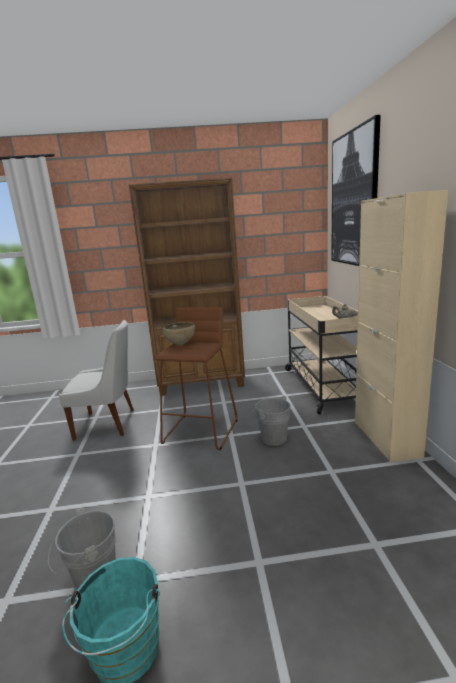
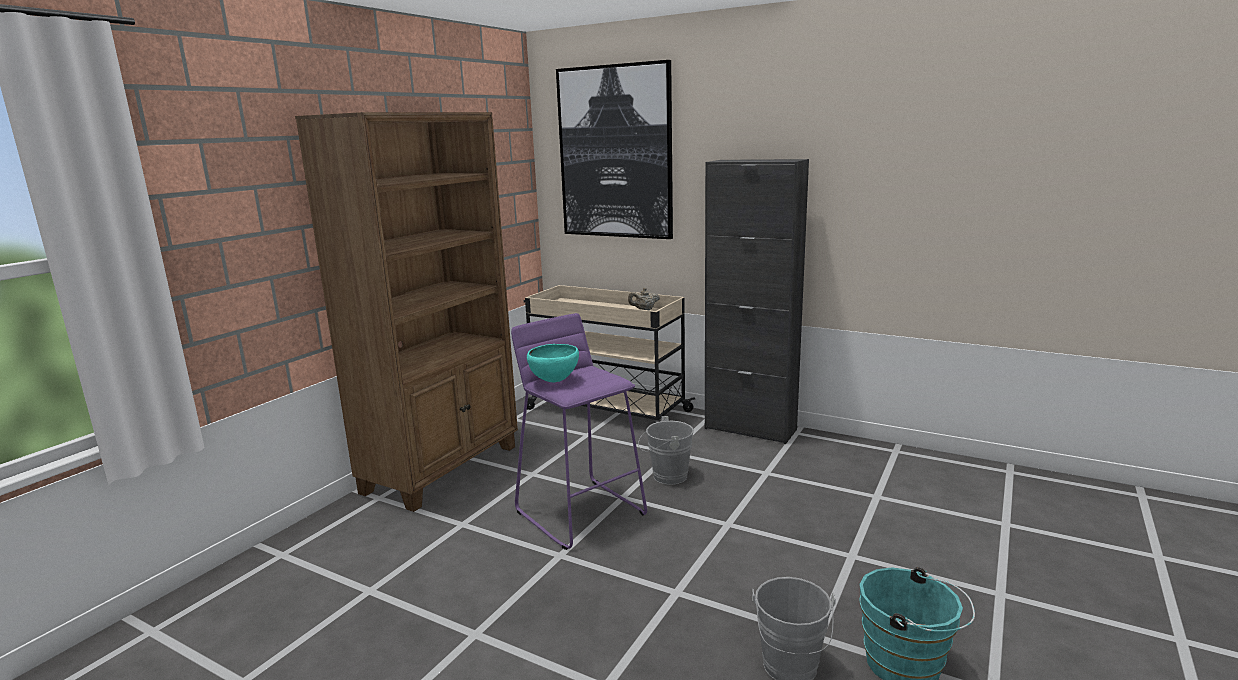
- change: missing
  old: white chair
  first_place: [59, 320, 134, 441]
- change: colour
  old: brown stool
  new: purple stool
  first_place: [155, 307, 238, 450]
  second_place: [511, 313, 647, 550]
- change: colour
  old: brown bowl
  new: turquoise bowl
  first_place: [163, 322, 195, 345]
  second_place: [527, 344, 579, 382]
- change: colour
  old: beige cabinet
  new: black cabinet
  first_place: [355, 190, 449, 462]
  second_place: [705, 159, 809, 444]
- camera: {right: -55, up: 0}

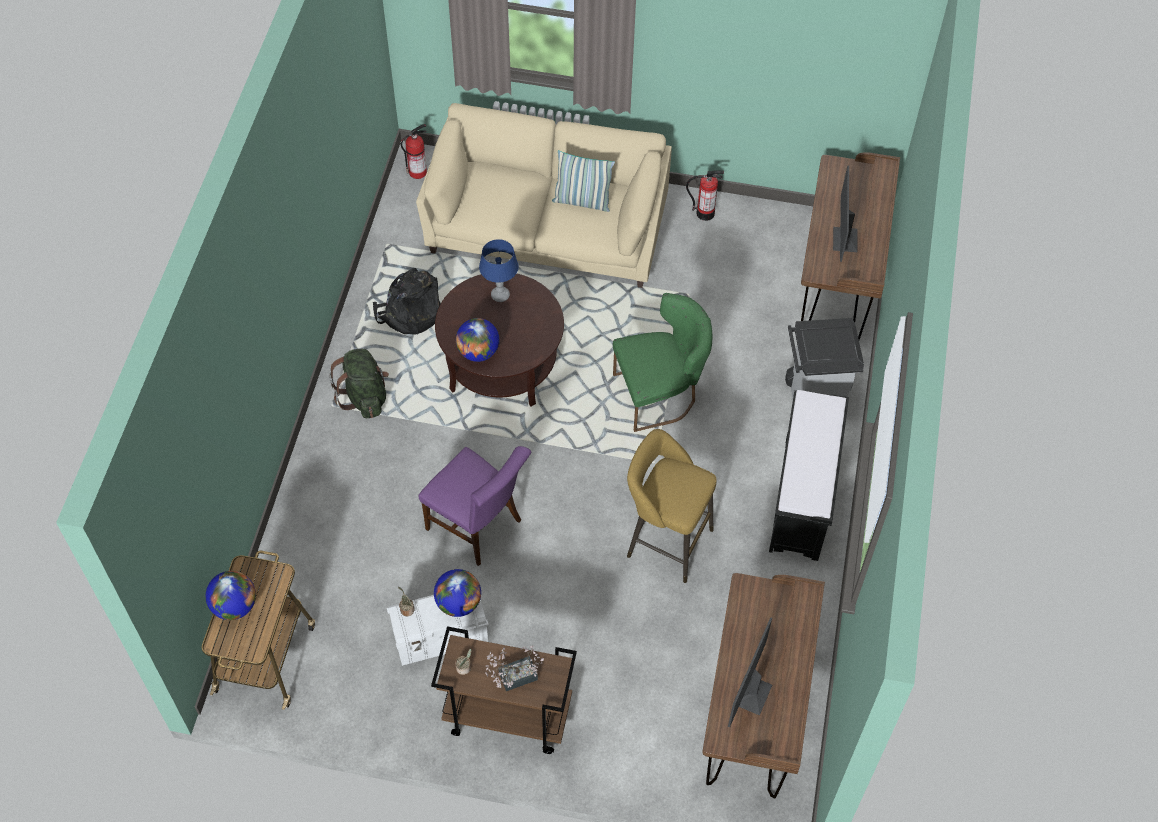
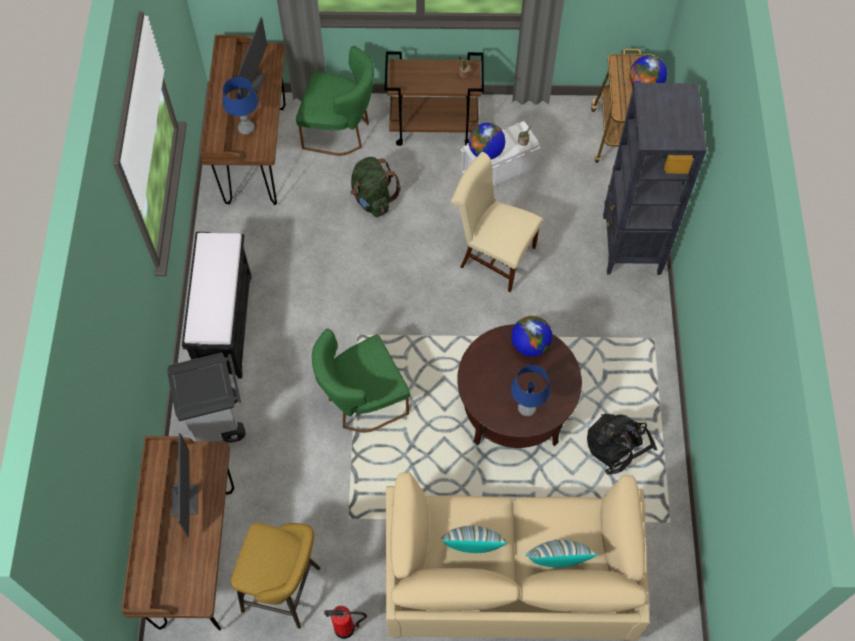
- change: relocated
  old: green backpack
  first_place: [329, 349, 389, 418]
  second_place: [351, 157, 401, 217]
- change: missing
  old: fire extinguisher
  first_place: [401, 124, 427, 179]
- change: colour
  old: purple chair
  new: beige chair
  first_place: [418, 446, 531, 566]
  second_place: [451, 152, 543, 292]
- change: missing
  old: potted plant
  first_place: [485, 646, 544, 691]
- change: relocated
  old: yellow stool
  first_place: [627, 429, 717, 583]
  second_place: [231, 523, 320, 629]
- change: appeared
  new: blue table lamp
  second_place: [223, 77, 258, 135]
- change: appeared
  new: green chair
  second_place: [296, 46, 374, 156]
- change: appeared
  new: pillow
  second_place: [525, 540, 598, 568]
- change: appeared
  new: black bookcase
  second_place: [603, 83, 707, 275]
- camera: {right: 170, up: 5}

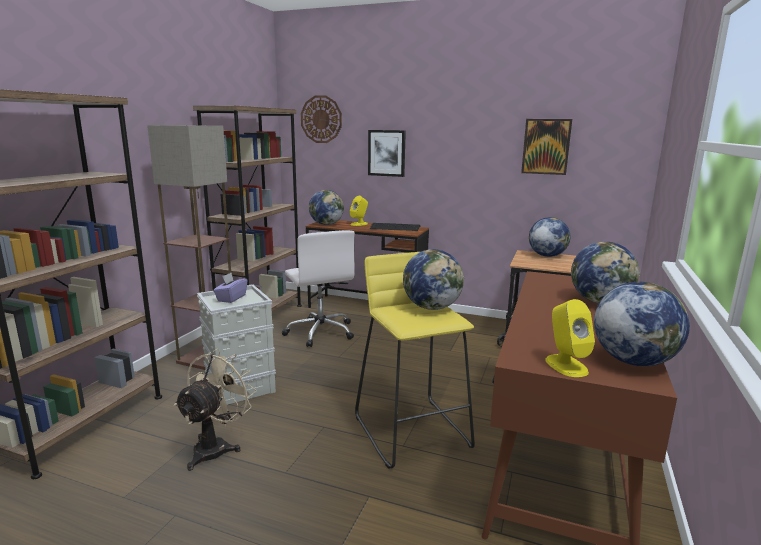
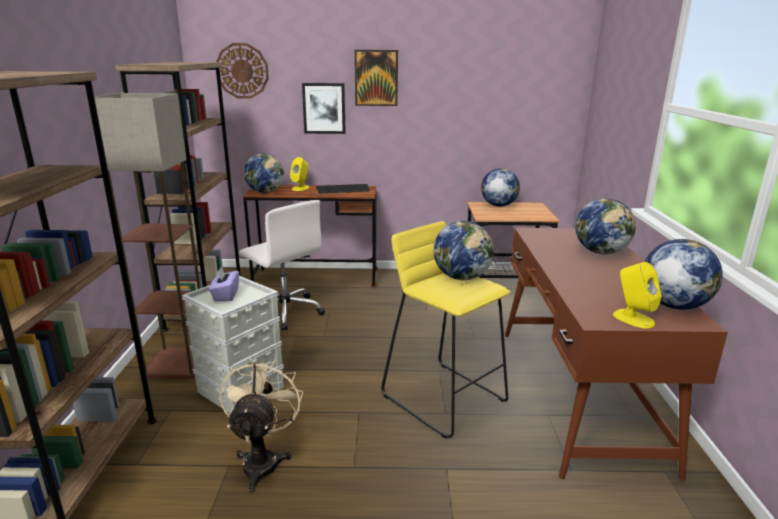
- change: relocated
  old: picture
  first_place: [521, 119, 572, 175]
  second_place: [354, 50, 398, 106]
- camera: {right: -20, up: 5}

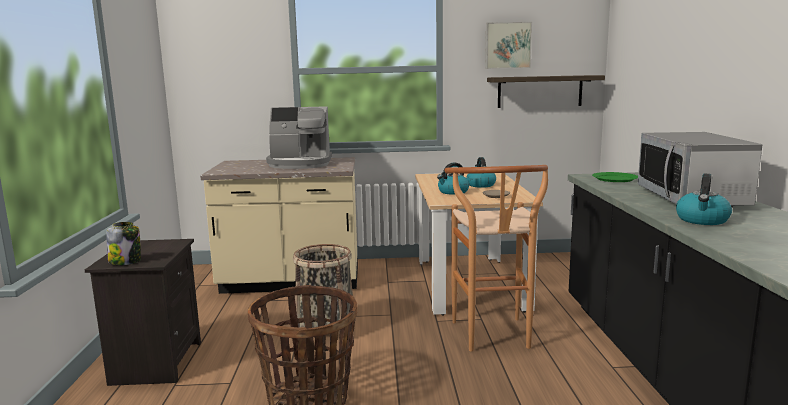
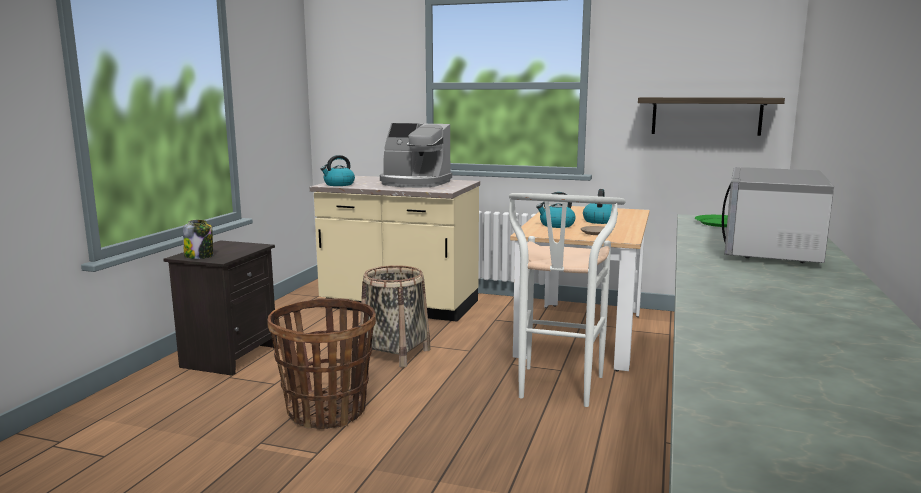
- change: colour
  old: brown stool
  new: white stool
  first_place: [444, 165, 548, 352]
  second_place: [509, 193, 626, 407]
- change: missing
  old: picture
  first_place: [485, 22, 532, 69]
- change: relocated
  old: kettle
  first_place: [676, 174, 732, 225]
  second_place: [320, 155, 355, 186]
- camera: {right: 20, up: 0}

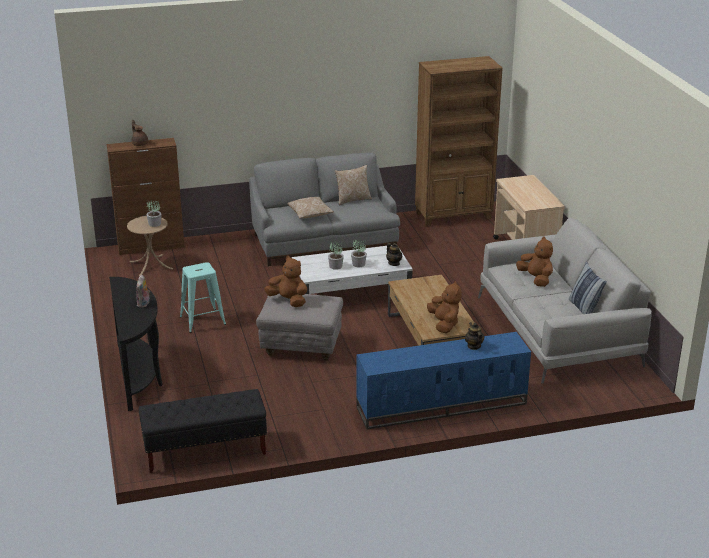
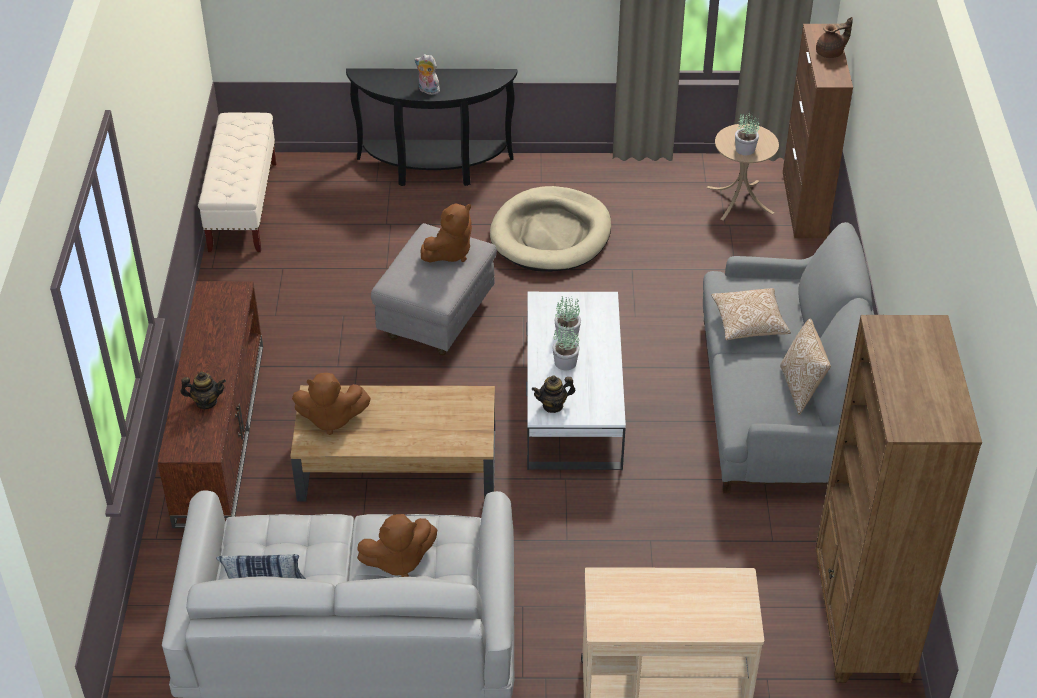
- change: colour
  old: black bench
  new: beige bench
  first_place: [139, 389, 267, 473]
  second_place: [198, 113, 277, 252]
- change: exchanged
  old: turquoise stool
  new: beige dog bed
  first_place: [180, 262, 226, 333]
  second_place: [490, 186, 611, 272]
- change: colour
  old: blue tv stand
  new: brown tv stand
  first_place: [356, 332, 531, 429]
  second_place: [158, 281, 263, 528]
- camera: {right: 105, up: 15}

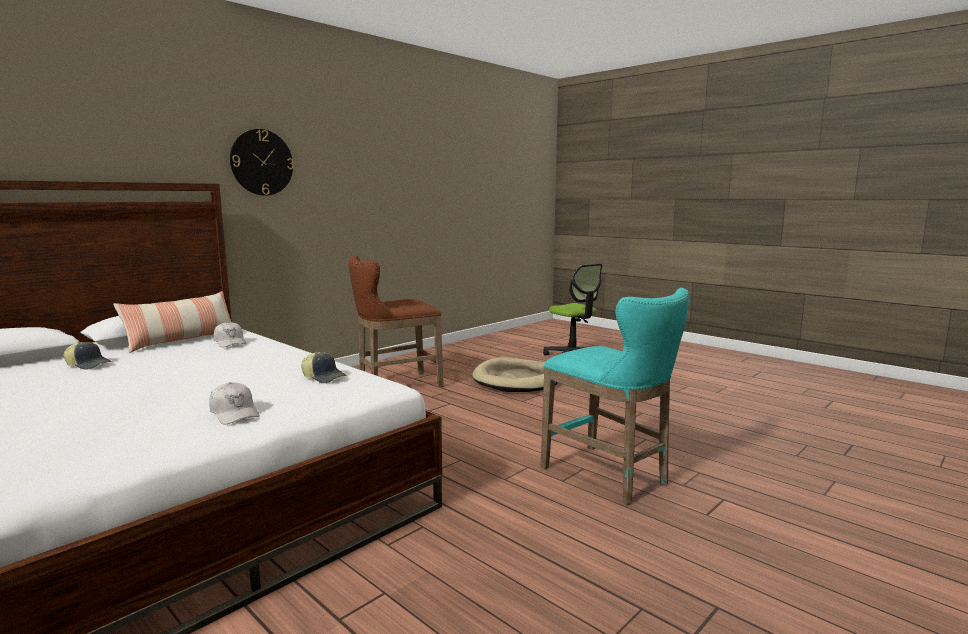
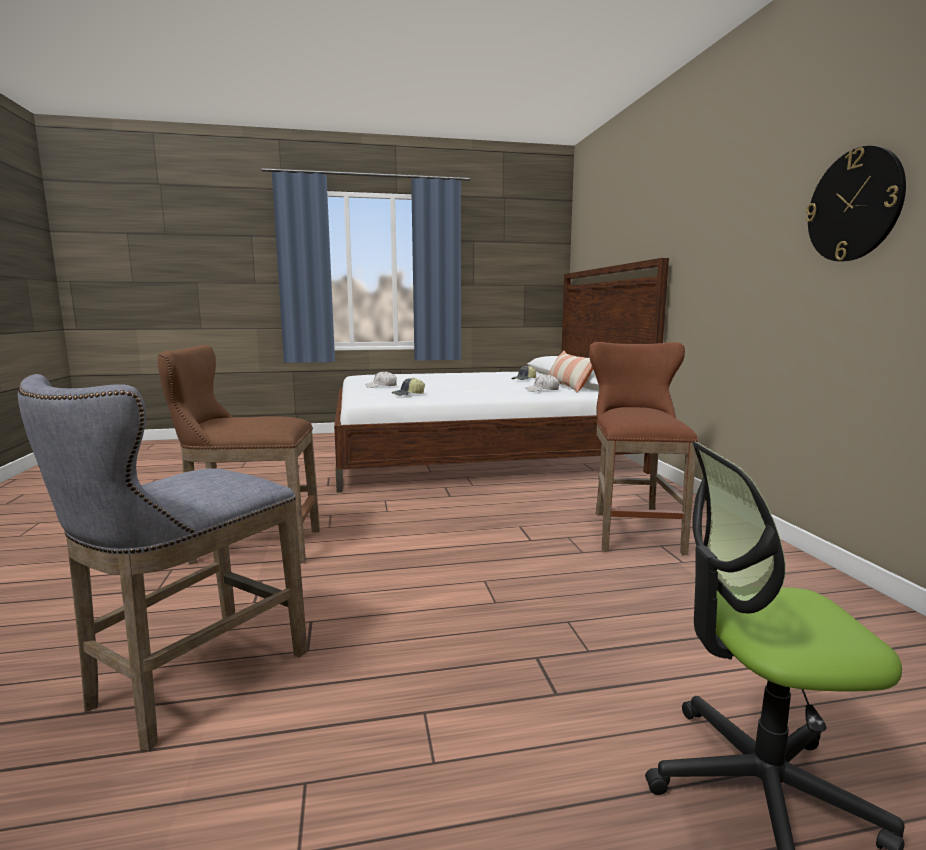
- change: relocated
  old: wall clock
  first_place: [230, 129, 294, 196]
  second_place: [806, 146, 906, 261]
- change: missing
  old: beige dog bed
  first_place: [472, 357, 558, 392]
- change: colour
  old: turquoise stool
  new: brown stool
  first_place: [541, 288, 689, 505]
  second_place: [158, 345, 320, 564]
- change: appeared
  new: grey stool
  second_place: [18, 374, 308, 751]
- camera: {right: 125, up: 0}

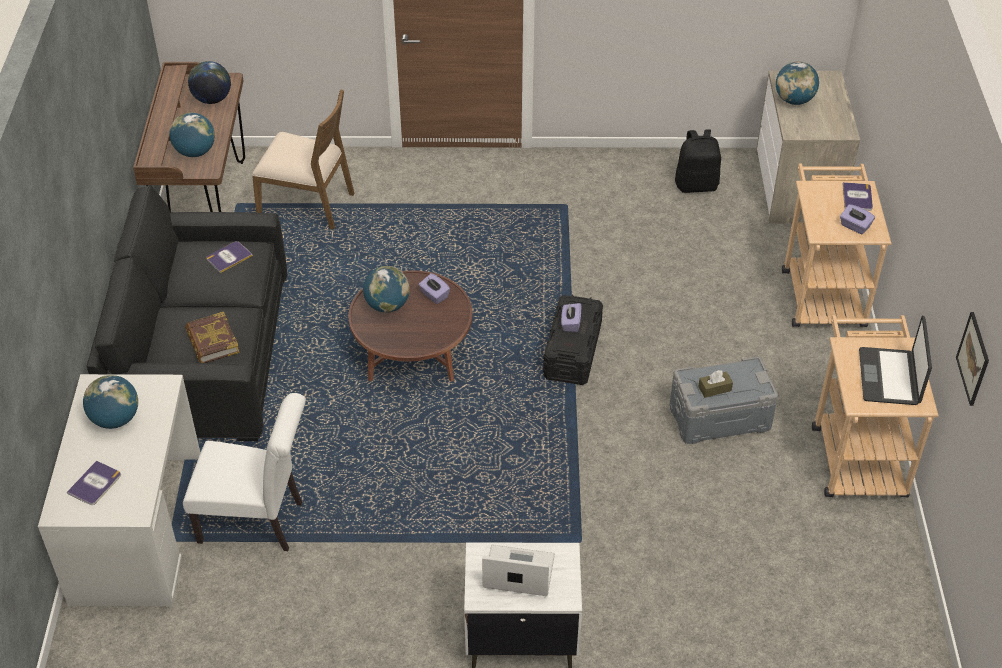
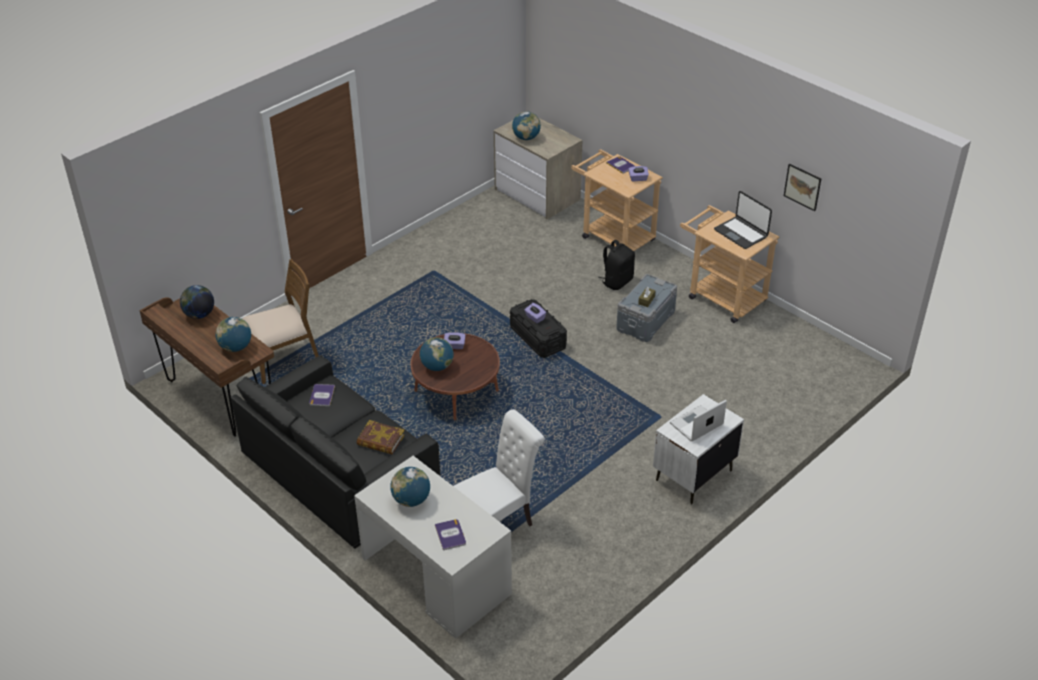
- change: relocated
  old: black backpack
  first_place: [675, 129, 721, 193]
  second_place: [598, 240, 635, 290]
- camera: {right: -45, up: -5}

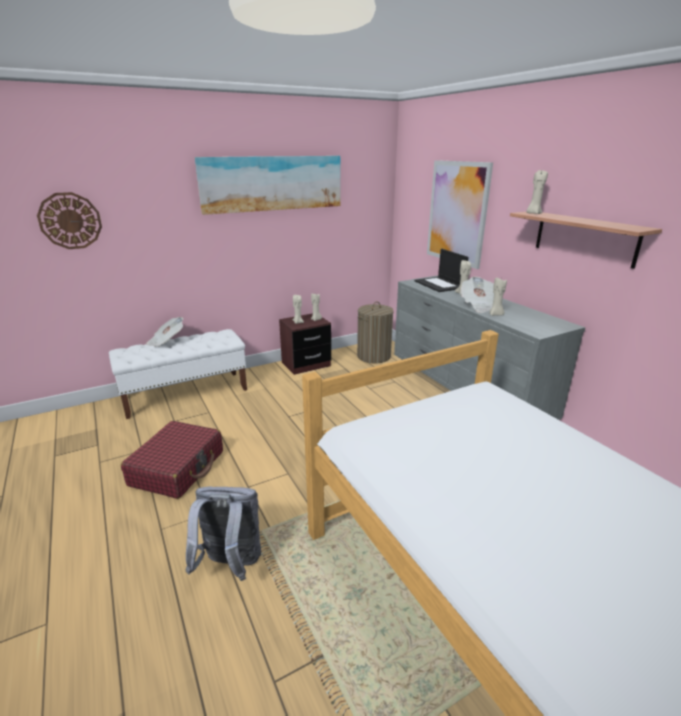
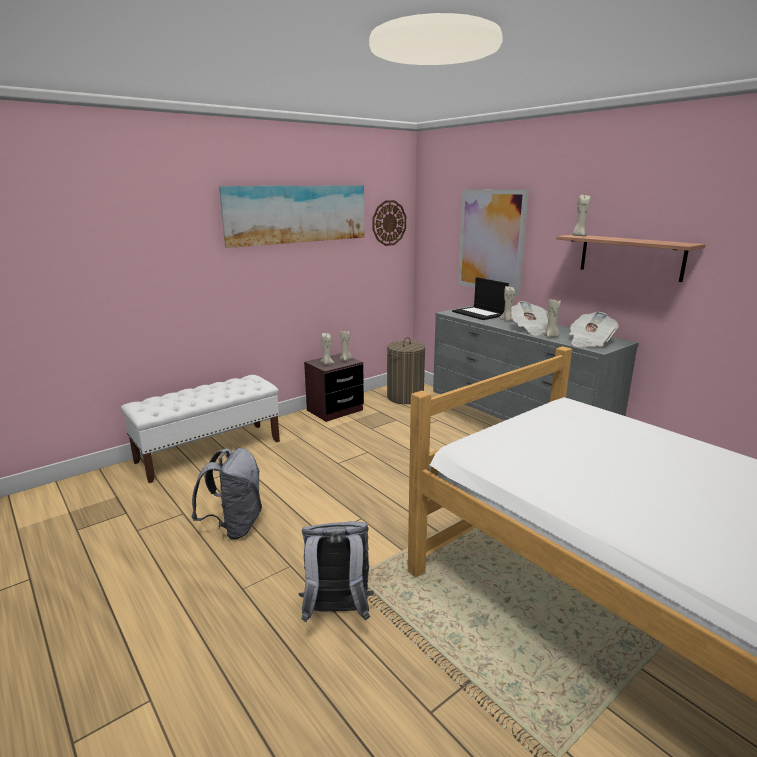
- change: relocated
  old: wall clock
  first_place: [37, 192, 102, 249]
  second_place: [373, 200, 406, 246]
- change: exchanged
  old: red suitcase
  new: grey backpack
  first_place: [121, 421, 223, 499]
  second_place: [192, 448, 262, 540]
- change: relocated
  old: newspaper
  first_place: [146, 317, 184, 347]
  second_place: [569, 312, 619, 347]
- camera: {right: -10, up: -5}

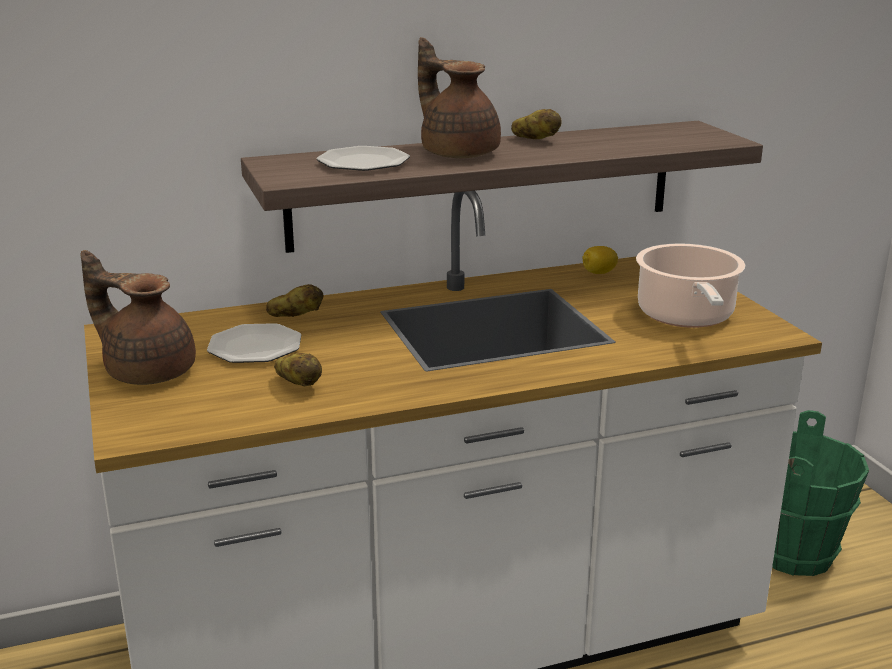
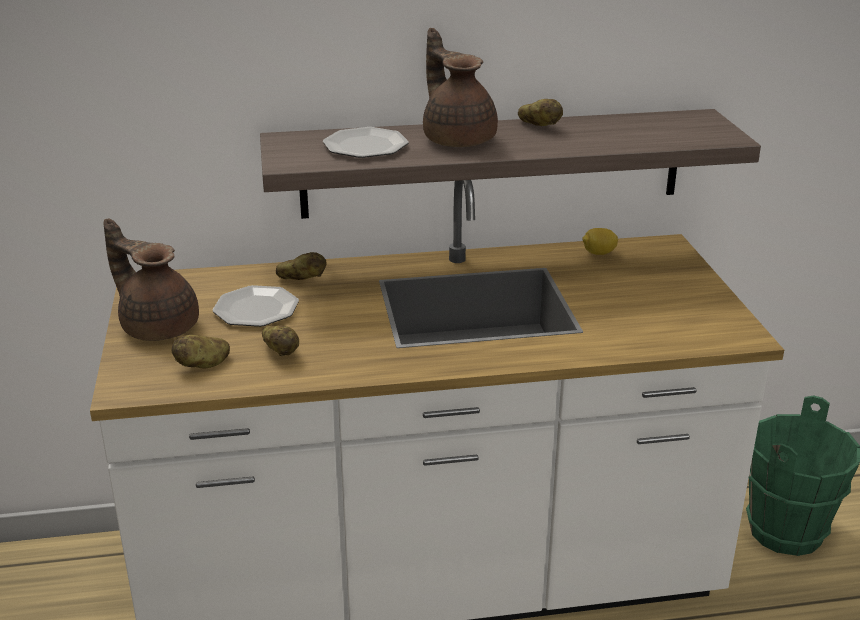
- change: missing
  old: cooking pot
  first_place: [636, 243, 745, 328]
- change: appeared
  new: potato
  second_place: [171, 335, 230, 368]
- camera: {right: 10, up: 5}

